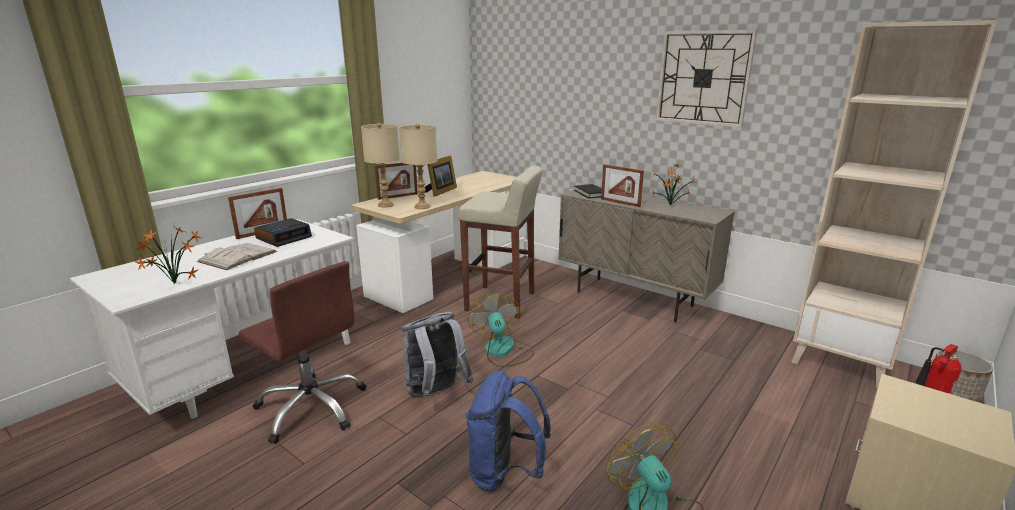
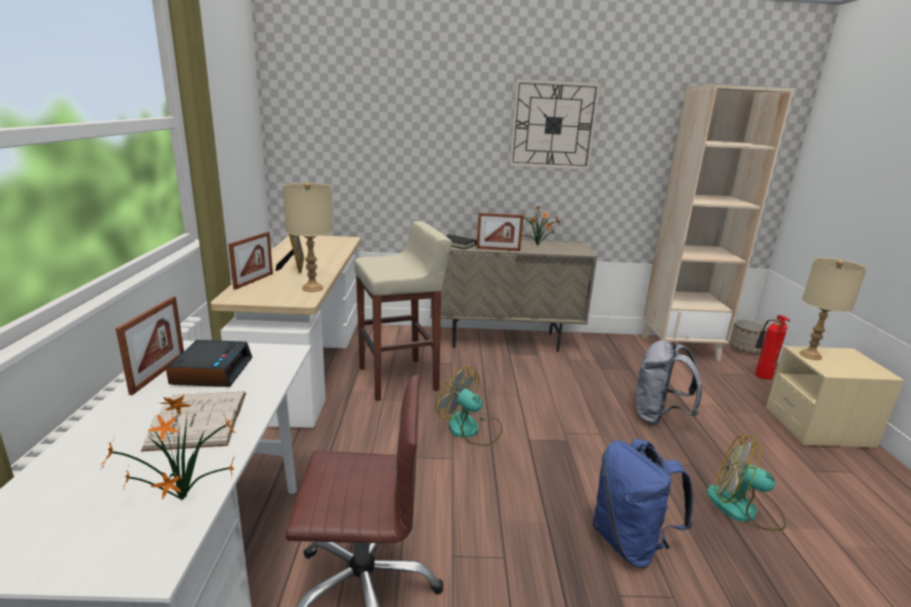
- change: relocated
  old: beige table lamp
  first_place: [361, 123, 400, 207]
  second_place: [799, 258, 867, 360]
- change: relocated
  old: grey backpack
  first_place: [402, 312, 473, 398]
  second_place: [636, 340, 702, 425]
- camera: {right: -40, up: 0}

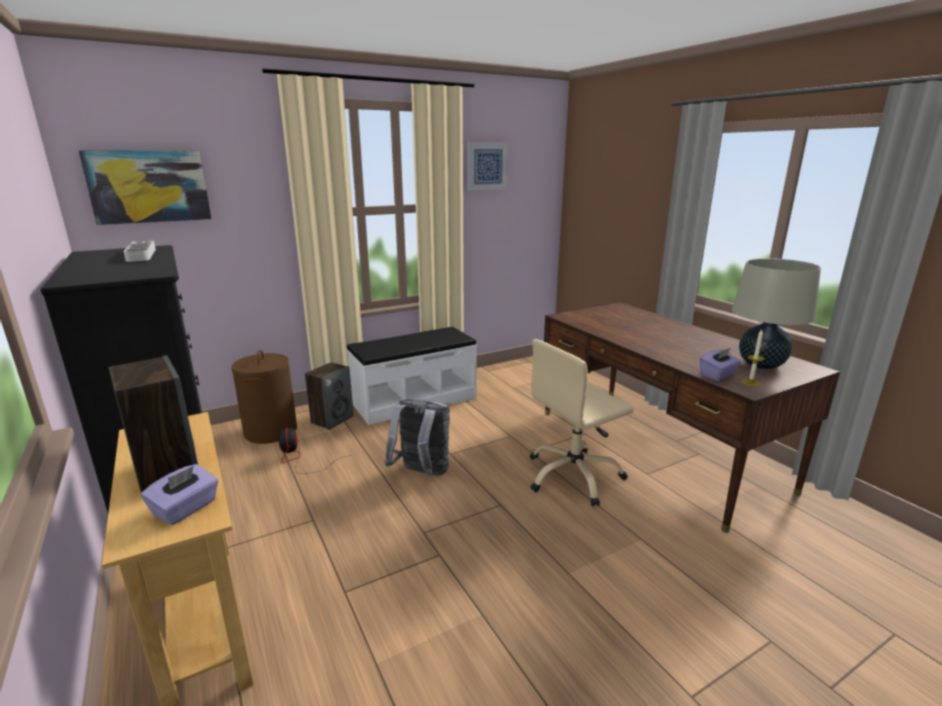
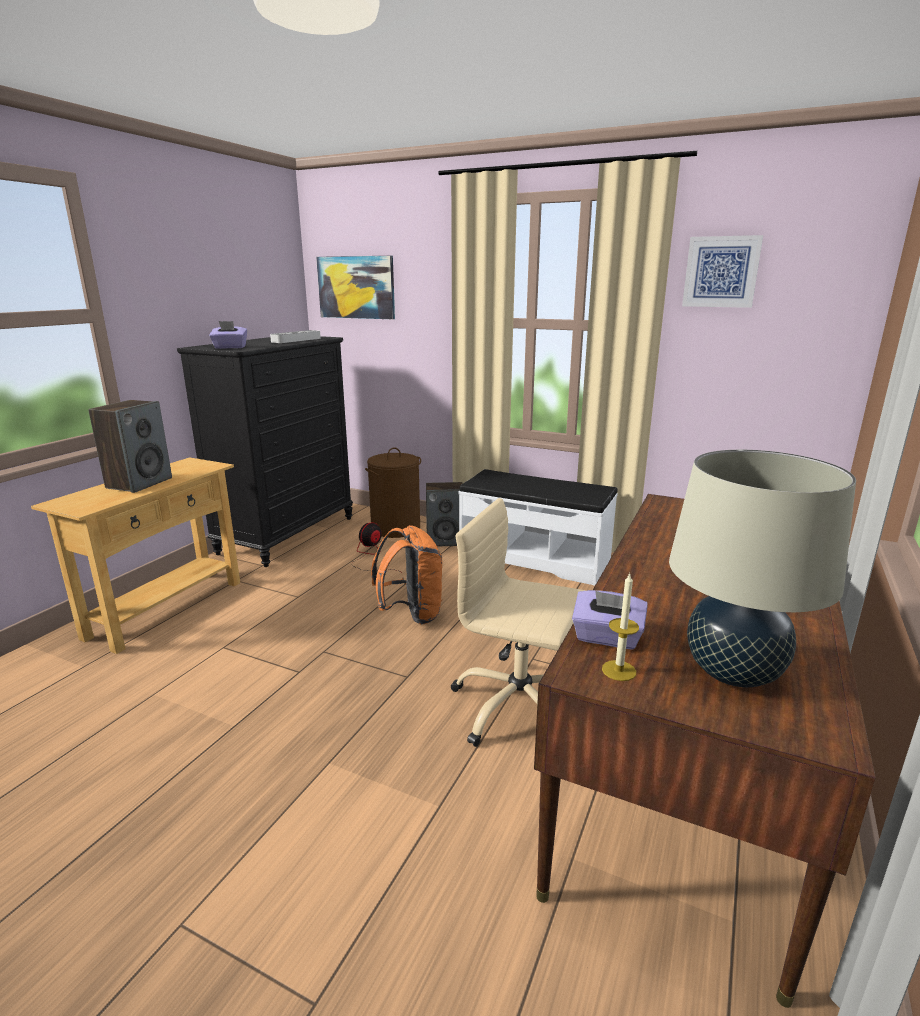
- change: relocated
  old: purple tissue box
  first_place: [141, 464, 219, 525]
  second_place: [209, 321, 247, 349]
- change: colour
  old: grey backpack
  new: orange backpack
  first_place: [385, 399, 450, 476]
  second_place: [371, 525, 443, 625]
- camera: {right: 55, up: 0}

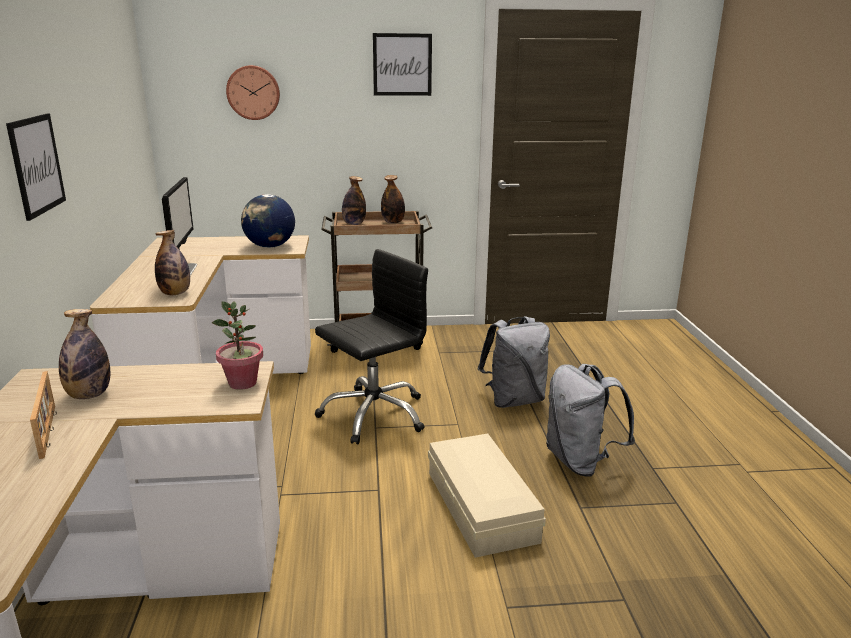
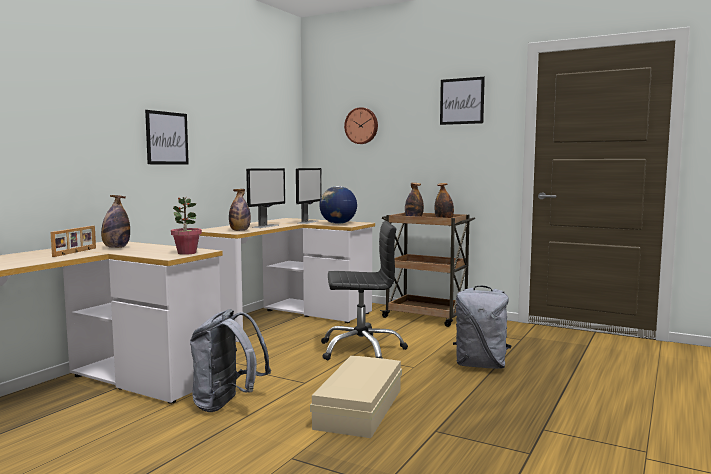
- change: relocated
  old: grey backpack
  first_place: [546, 364, 635, 477]
  second_place: [190, 309, 271, 412]
- change: appeared
  new: monitor
  second_place: [296, 168, 322, 224]
- camera: {right: 35, up: -15}

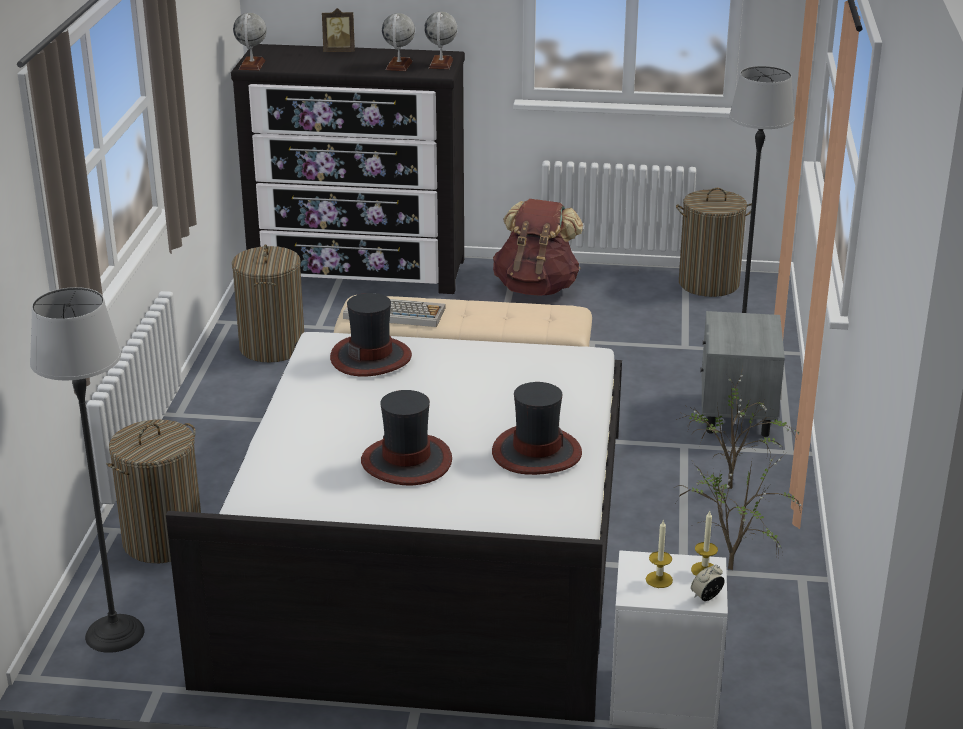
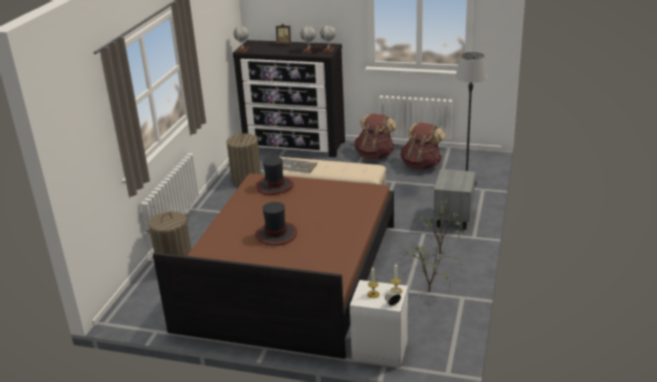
- change: missing
  old: floor lamp
  first_place: [30, 287, 145, 653]
- change: colour
  old: white bed
  new: brown bed
  first_place: [166, 332, 622, 722]
  second_place: [153, 174, 394, 359]
- change: missing
  old: hat
  first_place: [492, 382, 582, 475]
- change: missing
  old: laundry basket
  first_place: [676, 188, 752, 297]
- change: appeared
  new: brown backpack
  second_place: [400, 122, 445, 170]
- camera: {right: 10, up: 0}

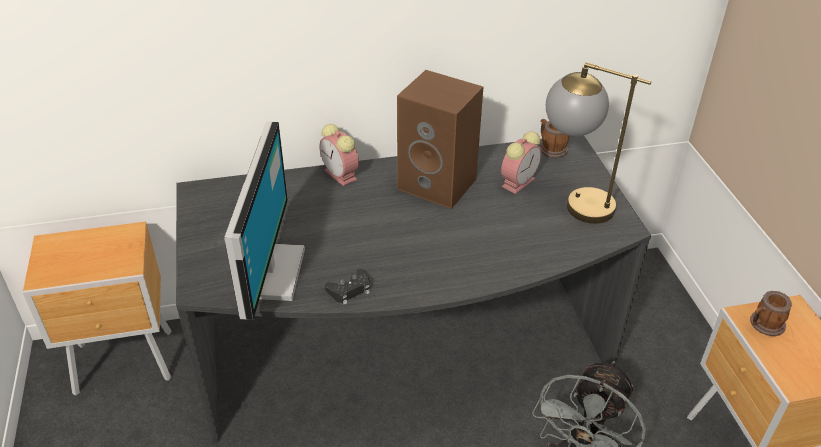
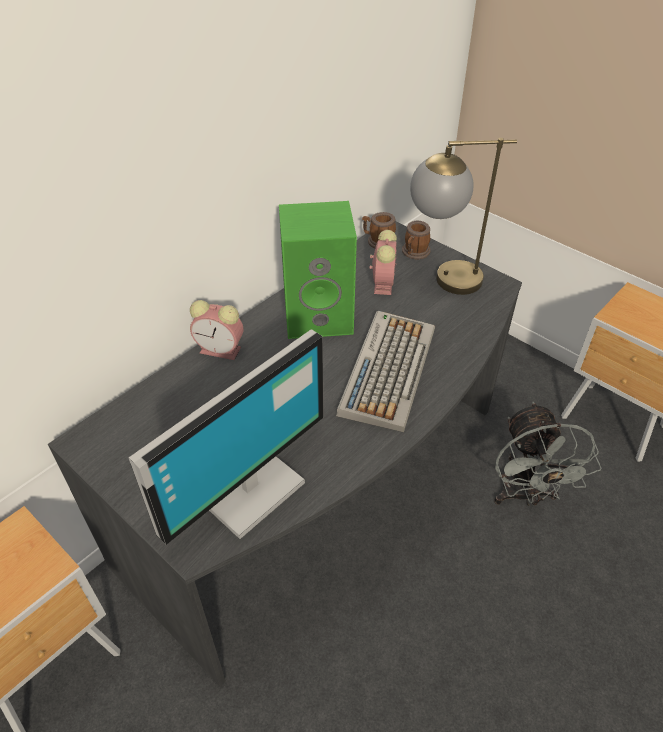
- change: spun
  old: monitor
  first_place: [224, 122, 305, 320]
  second_place: [129, 329, 324, 545]
  degrees: 75
- change: missing
  old: black game controller
  first_place: [325, 269, 370, 305]
- change: colour
  old: brown speaker
  new: green speaker
  first_place: [397, 70, 483, 209]
  second_place: [279, 201, 357, 339]
- change: relocated
  old: mug
  first_place: [750, 291, 792, 336]
  second_place: [402, 221, 431, 259]
- change: appeared
  new: keyboard
  second_place: [336, 311, 435, 432]
- camera: {right: -35, up: 5}

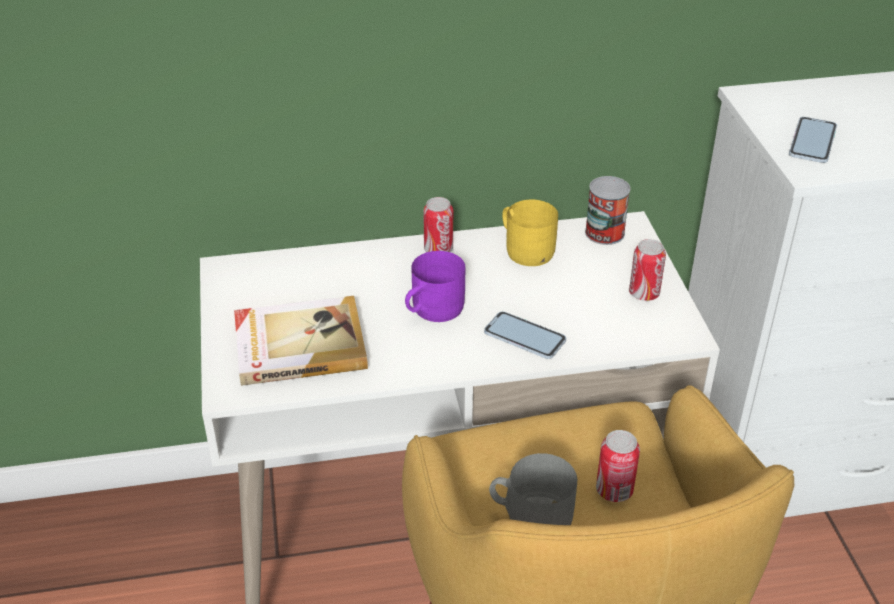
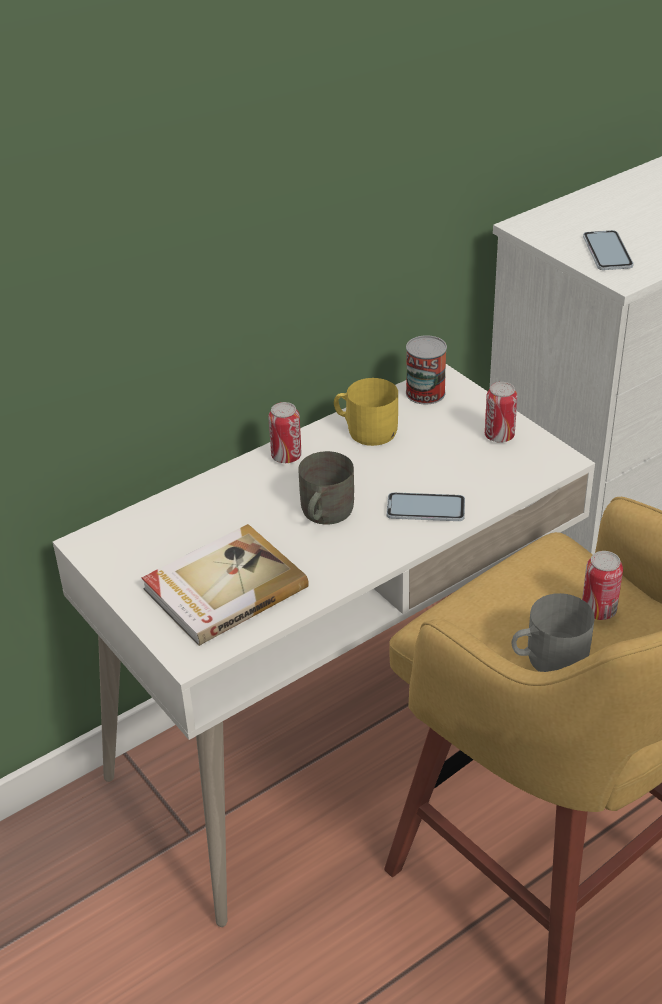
- change: colour
  old: purple mug
  new: grey mug
  first_place: [405, 251, 465, 322]
  second_place: [298, 451, 354, 525]
- camera: {right: -25, up: 0}

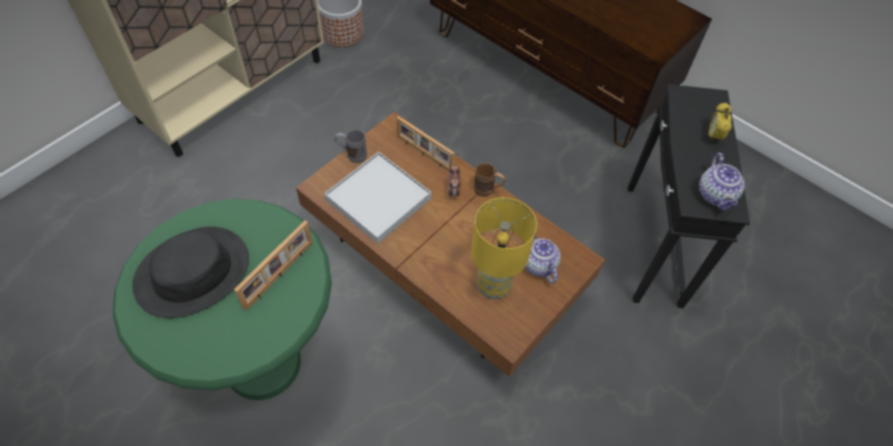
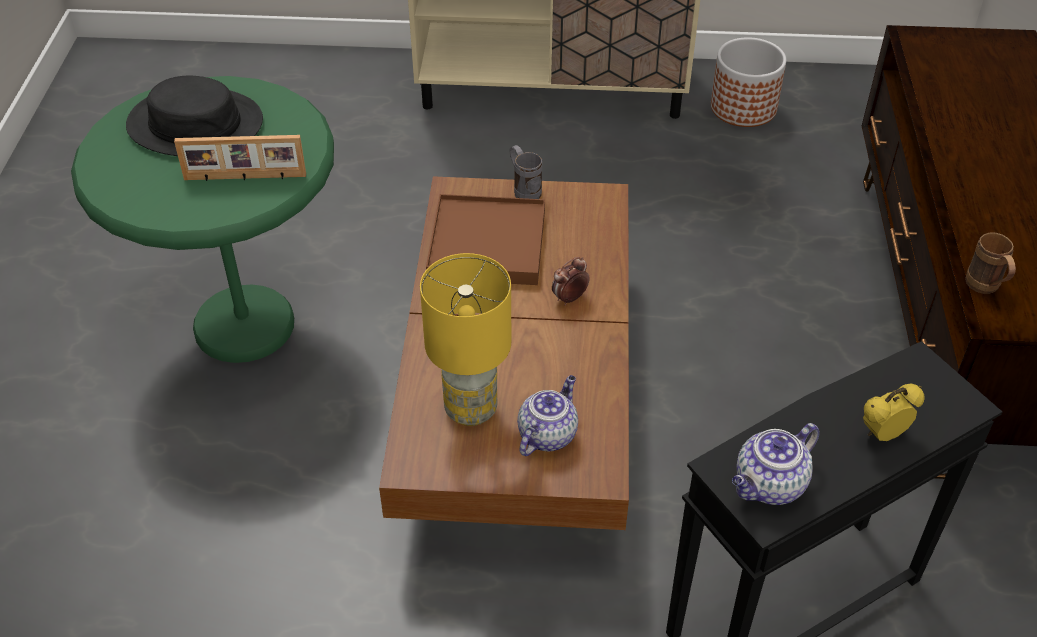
- change: colour
  old: white tray
  new: brown tray
  first_place: [324, 152, 431, 244]
  second_place: [426, 194, 545, 285]
- change: missing
  old: picture frame
  first_place: [396, 116, 454, 171]
- change: relocated
  old: brown mug
  first_place: [474, 163, 506, 197]
  second_place: [965, 233, 1016, 294]
- camera: {right: 55, up: -10}

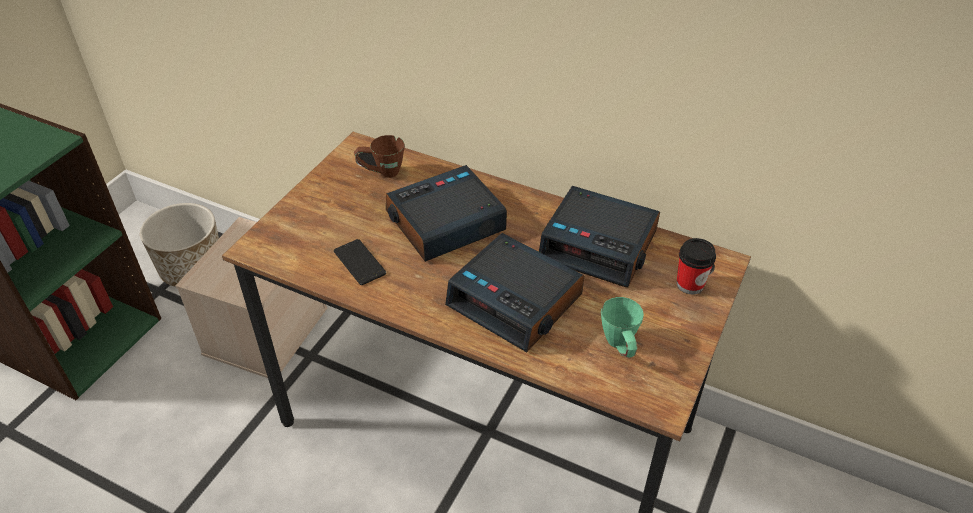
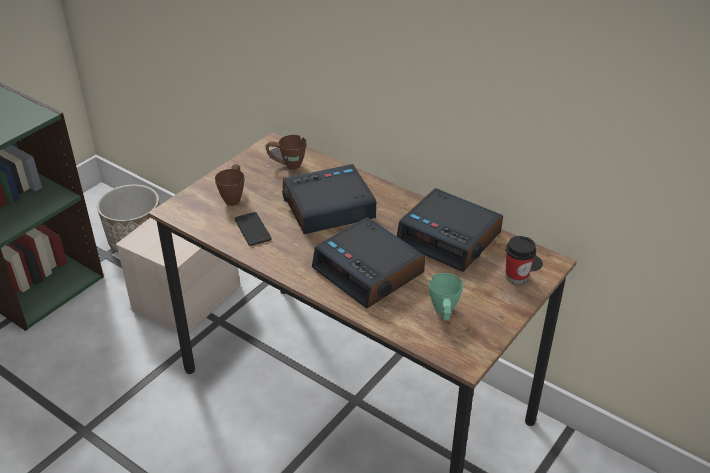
- change: appeared
  new: brown mug
  second_place: [215, 164, 245, 206]
- camera: {right: 10, up: -5}

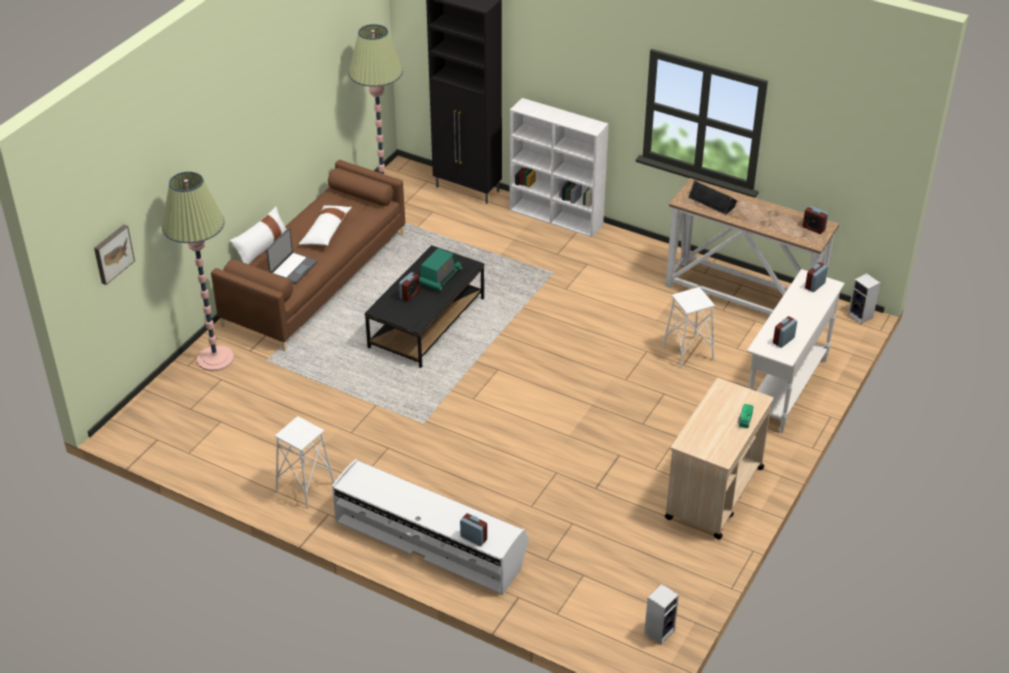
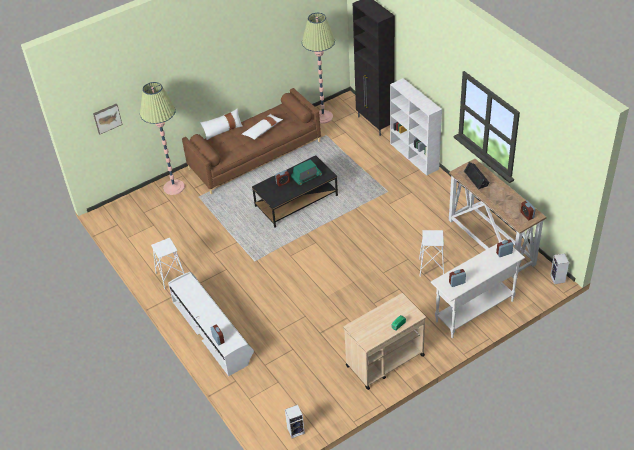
- change: missing
  old: laptop
  first_place: [266, 228, 318, 284]
- camera: {right: 30, up: 5}

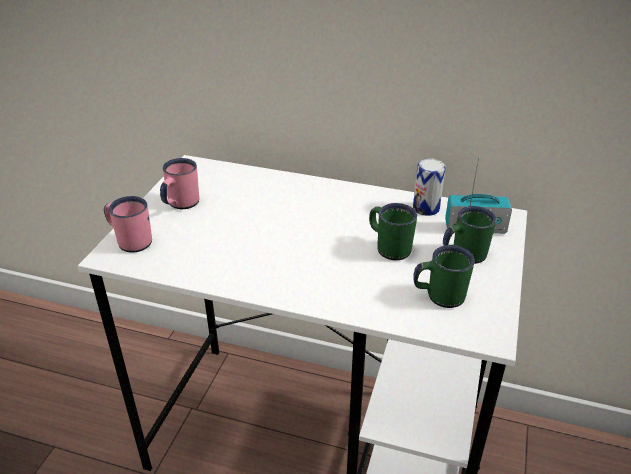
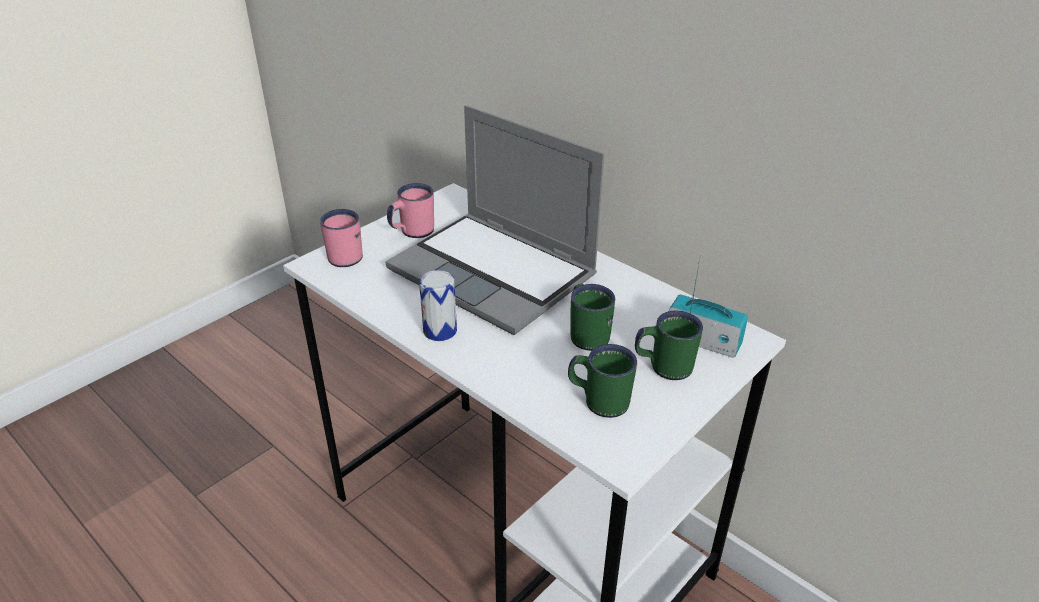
- change: relocated
  old: can
  first_place: [413, 159, 446, 216]
  second_place: [419, 270, 457, 341]
- change: appeared
  new: laptop
  second_place: [385, 105, 604, 335]
- camera: {right: 25, up: 0}

